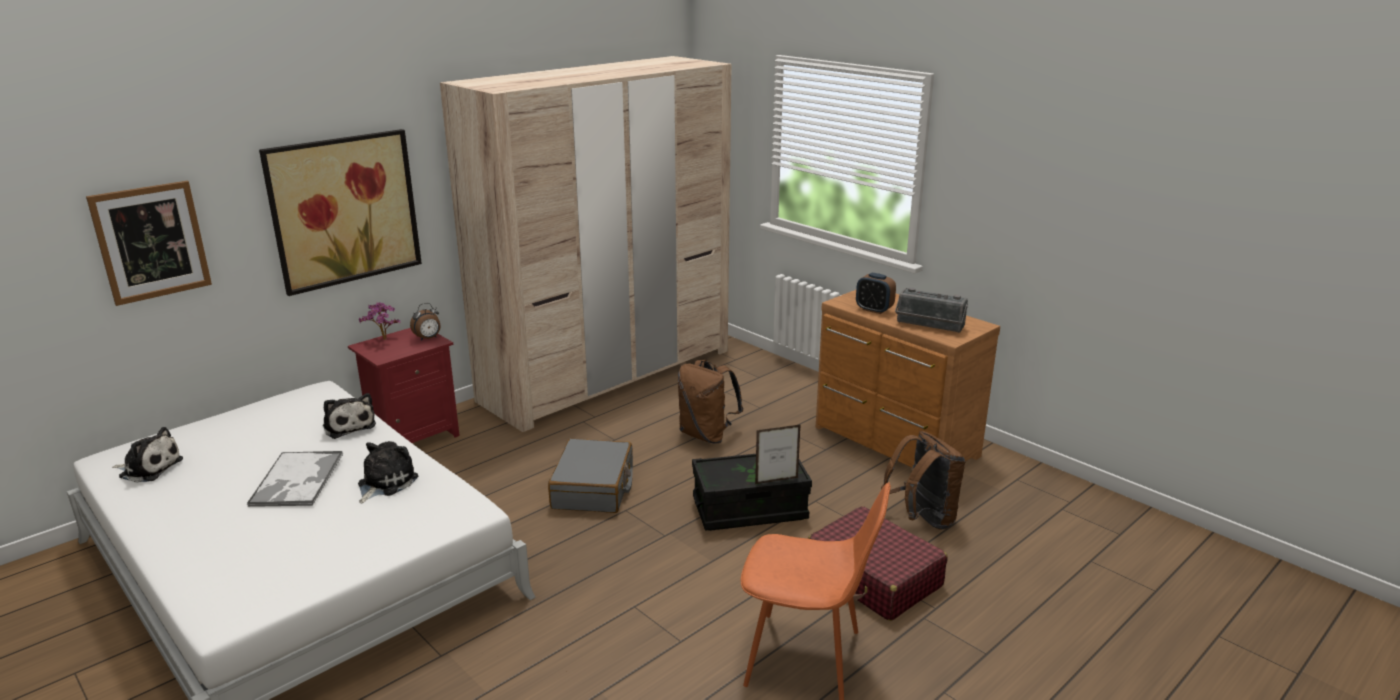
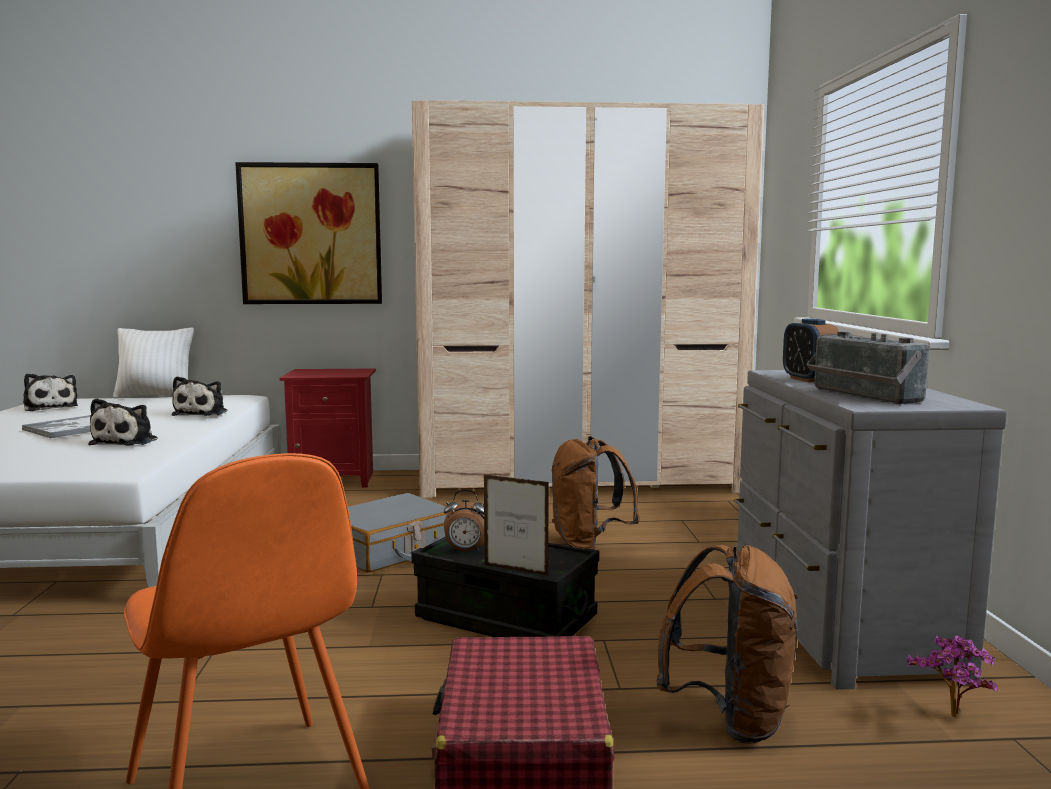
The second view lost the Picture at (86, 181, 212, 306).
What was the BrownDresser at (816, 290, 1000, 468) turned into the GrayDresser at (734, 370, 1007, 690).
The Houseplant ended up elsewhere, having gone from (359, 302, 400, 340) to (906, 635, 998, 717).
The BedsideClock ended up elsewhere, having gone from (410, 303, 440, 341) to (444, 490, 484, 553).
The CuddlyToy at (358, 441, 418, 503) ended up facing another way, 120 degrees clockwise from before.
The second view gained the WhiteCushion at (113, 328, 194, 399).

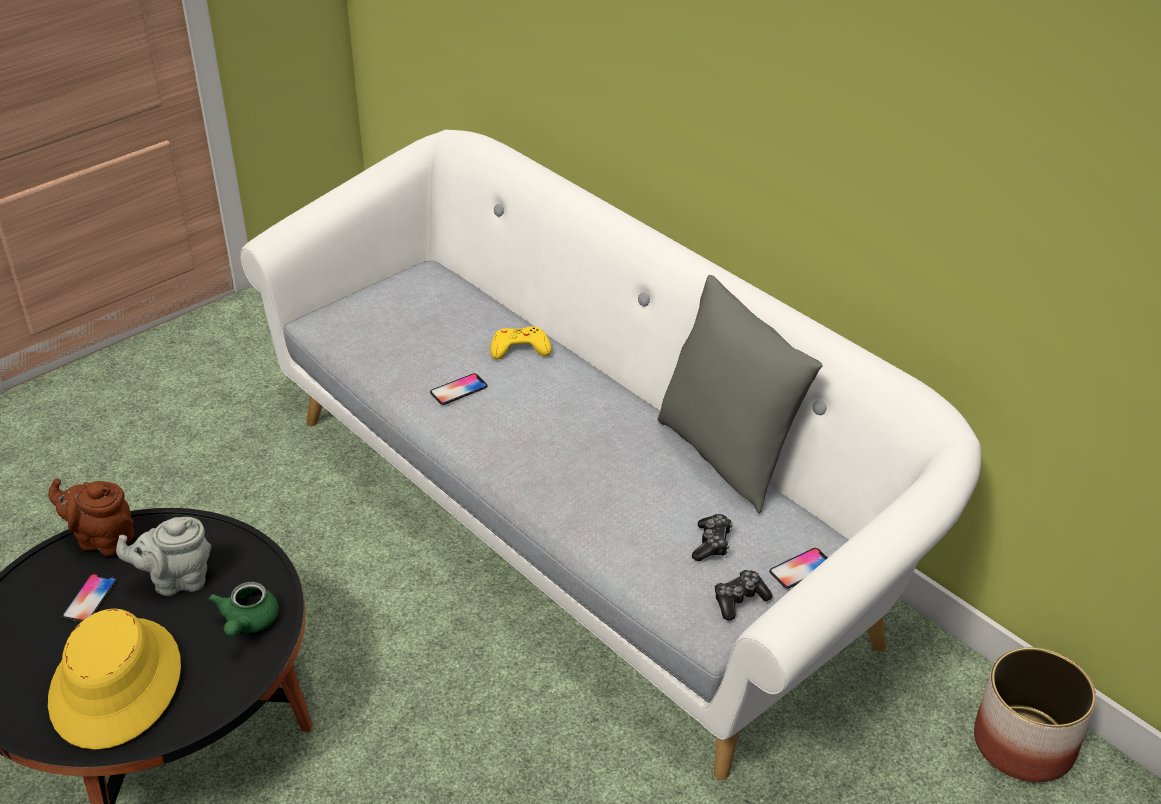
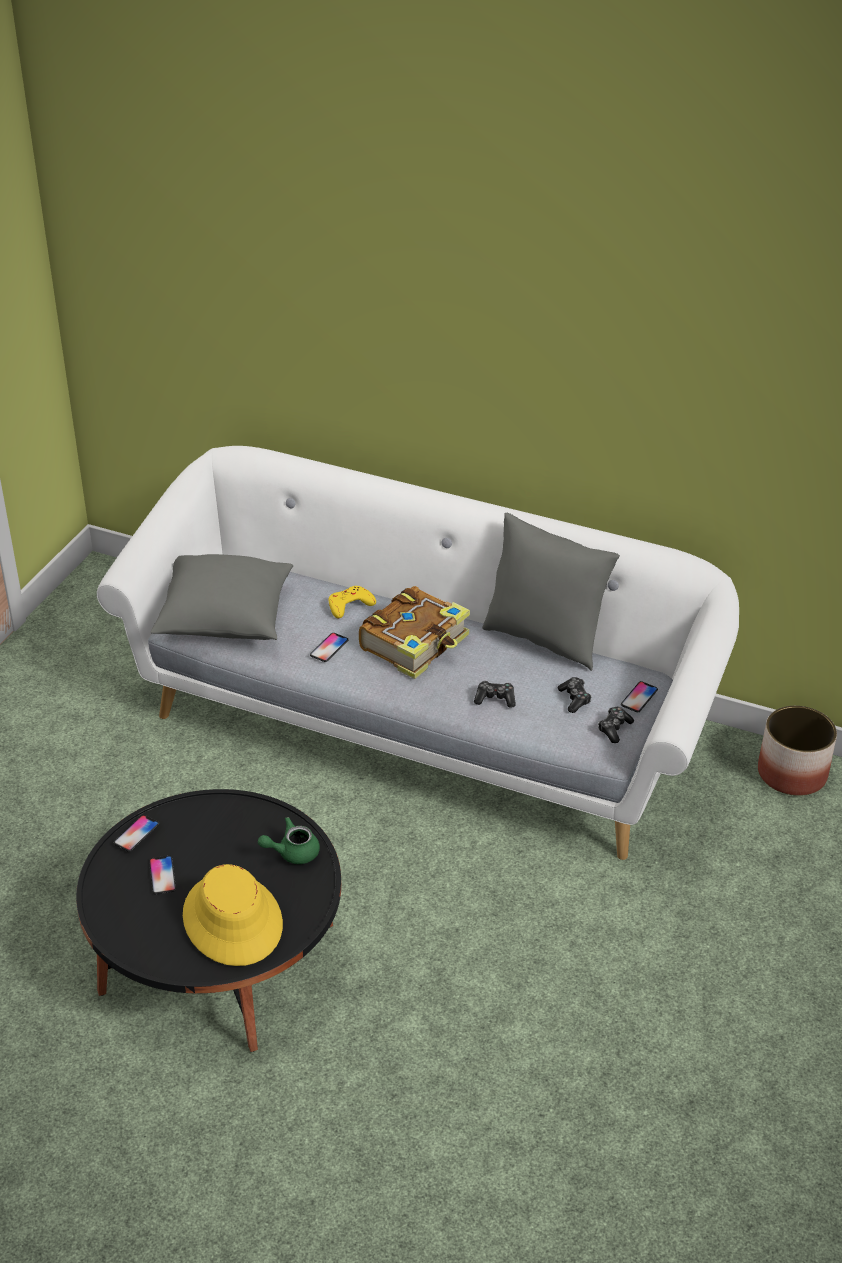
Where the BrownPotForTea stood at (48, 478, 135, 556), the Telephone came to stand at (113, 815, 159, 852).
The second view lost the GrayPotForTea at (116, 517, 211, 596).
The GreenishPotForTea at (209, 582, 279, 637) ended up facing another way, 90 degrees clockwise from before.
The second view gained the GrayCushion at (150, 554, 293, 640).
The second view gained the Volume at (359, 586, 470, 679).
The second view gained the Gamepad at (474, 681, 516, 708).

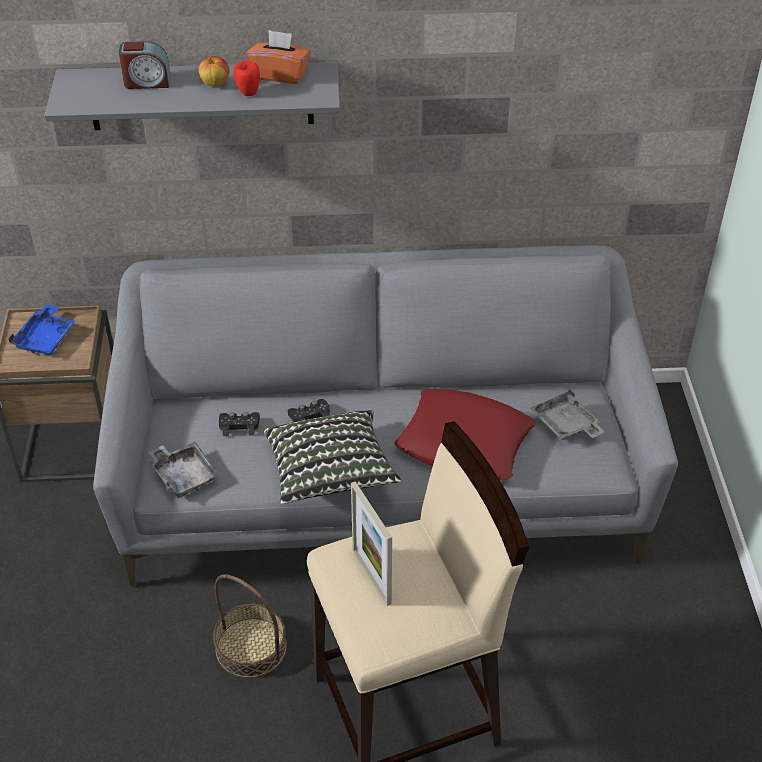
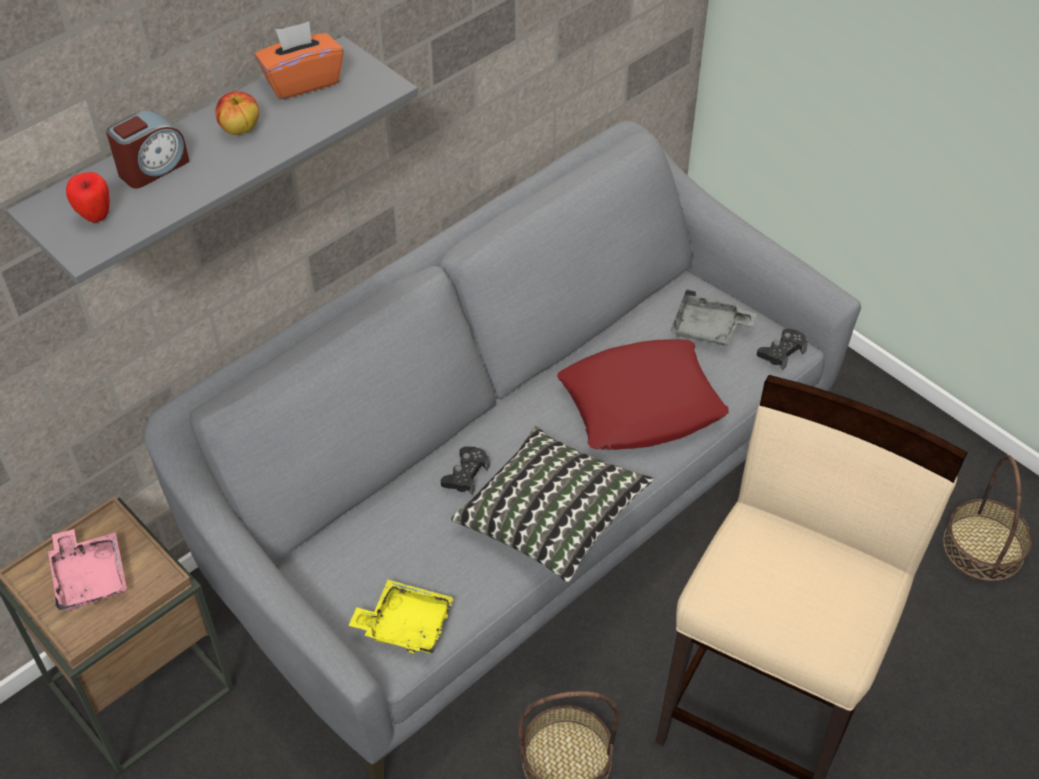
The AppleFruit ended up elsewhere, having gone from (233, 61, 260, 96) to (66, 172, 110, 222).
What was the BlueServingTray at (8, 304, 75, 355) turned into the PinkishServingTray at (48, 529, 127, 611).
The BlackishGamepad ended up elsewhere, having gone from (219, 412, 260, 436) to (757, 328, 808, 370).
What was the GrayServingTray at (148, 442, 220, 498) turned into the YellowServingTray at (348, 580, 454, 653).
The second view lost the PictureFrame at (351, 481, 392, 606).
The second view gained the Basket at (943, 455, 1032, 581).

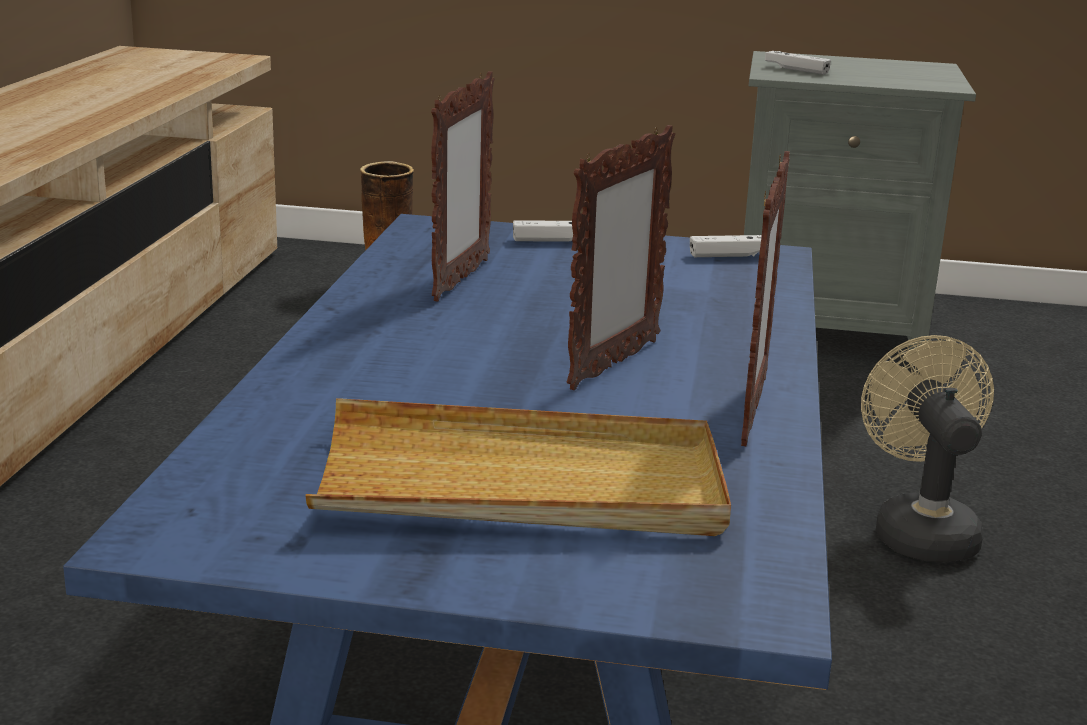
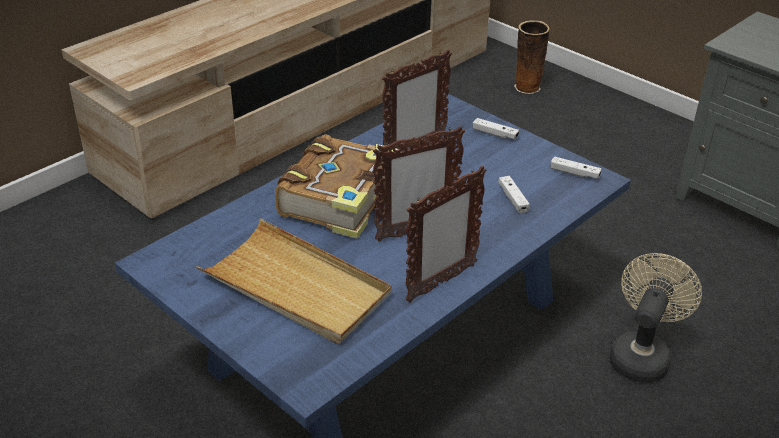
The WhiteGamepad ended up elsewhere, having gone from (765, 51, 831, 75) to (498, 176, 530, 213).
The second view gained the Volume at (275, 134, 398, 239).

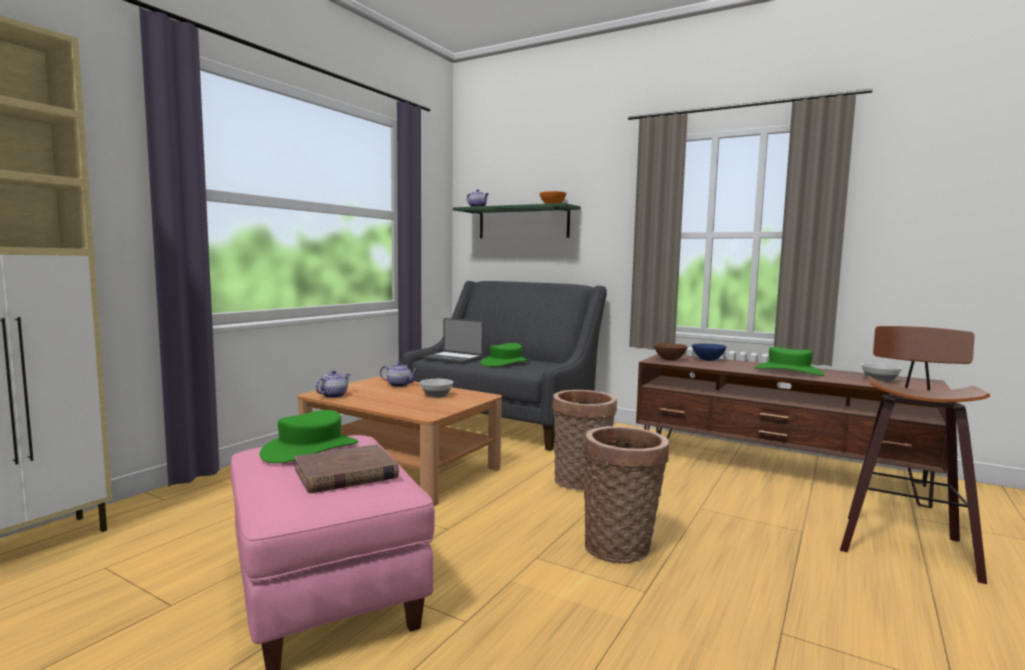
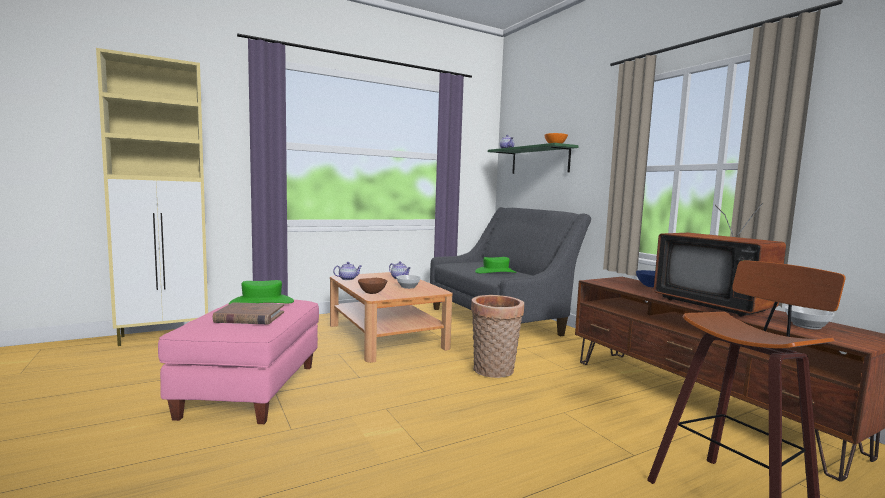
The second view lost the Laptop at (423, 318, 484, 364).
The BrownDeepDish ended up elsewhere, having gone from (654, 343, 688, 361) to (358, 278, 387, 294).
Where the GreenishWearableHat stood at (755, 346, 825, 376), the Television came to stand at (654, 203, 786, 317).
The second view lost the Basket at (583, 426, 669, 563).

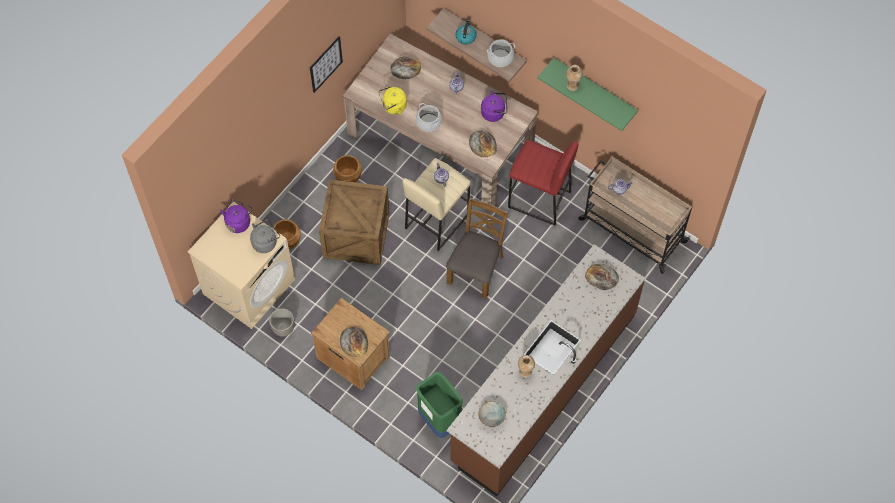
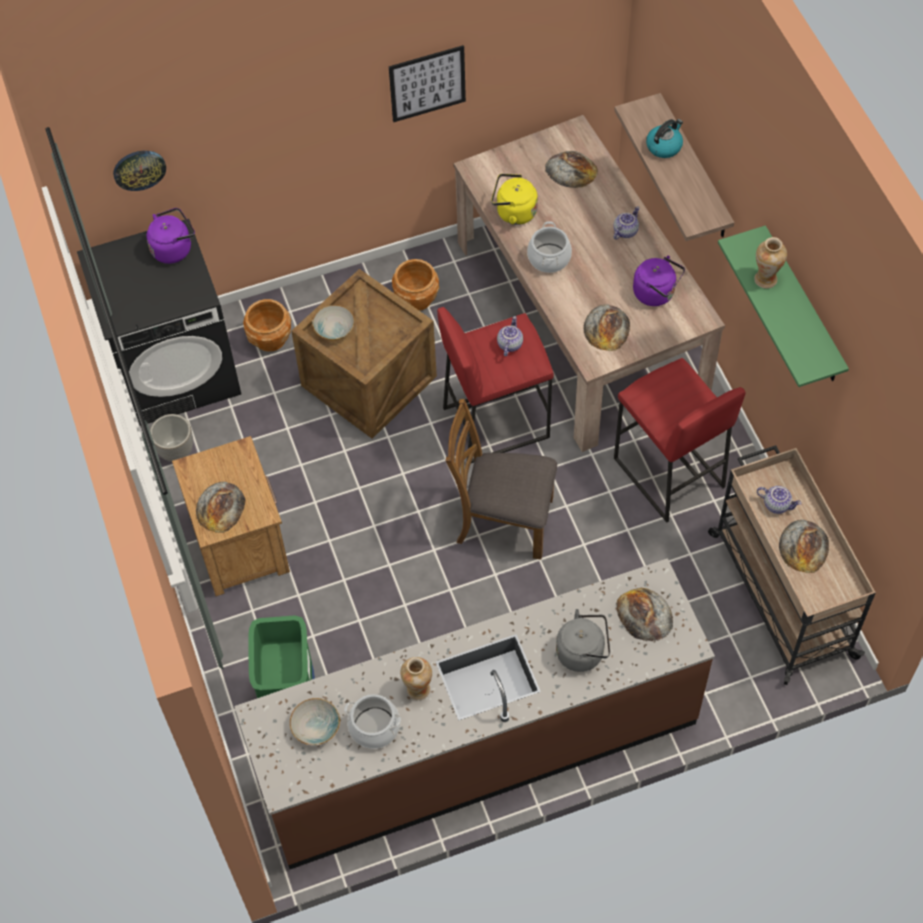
The Stockpot ended up elsewhere, having gone from (487, 40, 515, 67) to (344, 694, 401, 749).
What was the SandColouredStool at (402, 158, 471, 251) turned into the RedColouredStool at (437, 307, 554, 463).
The BrownChair at (446, 197, 508, 299) ended up facing another way, 135 degrees counterclockwise from before.
What was the SandColouredLaundryMachine at (188, 201, 295, 329) turned into the BlackishLaundryMachine at (77, 219, 241, 426).
The GrayTeaKettle ended up elsewhere, having gone from (250, 219, 280, 253) to (556, 609, 610, 672).
The second view gained the WallClock at (113, 151, 166, 191).
The second view gained the DeepDish at (312, 305, 355, 340).
The second view gained the BakeryBread at (779, 520, 829, 573).

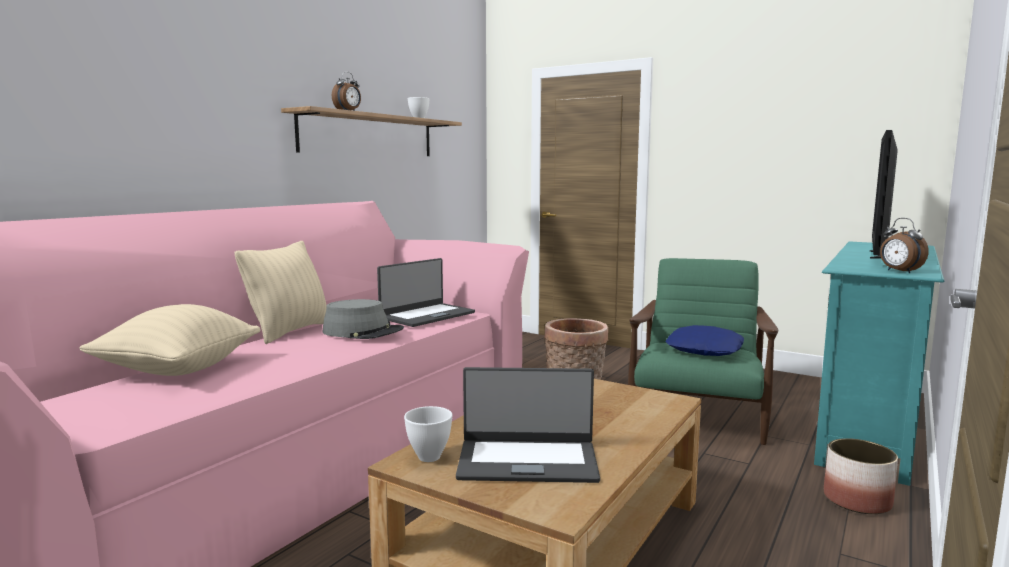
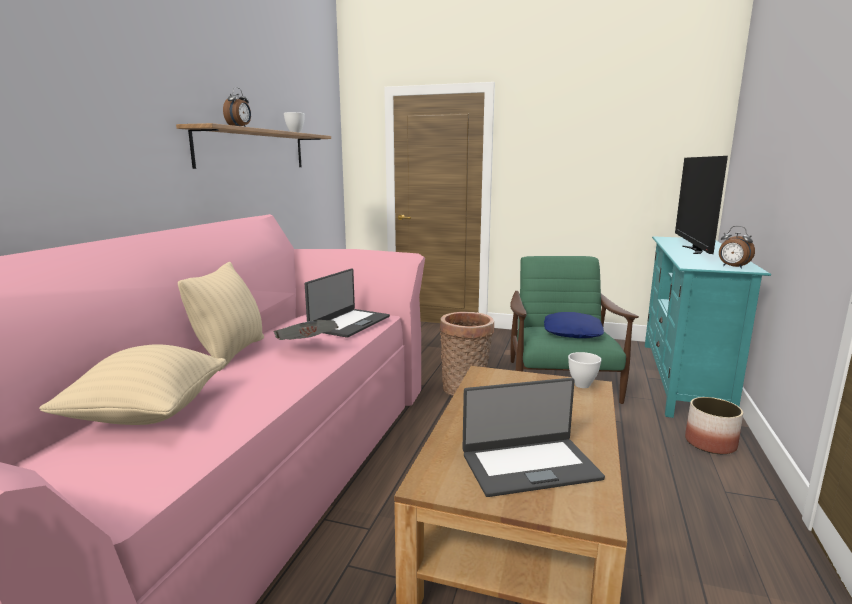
Where the GrayWearableHat stood at (322, 299, 404, 339), the Newspaper came to stand at (273, 320, 338, 340).
The WhiteDeepDish ended up elsewhere, having gone from (404, 406, 453, 462) to (568, 352, 601, 388).

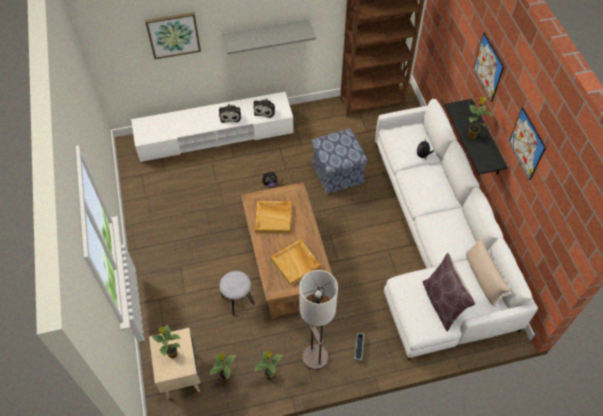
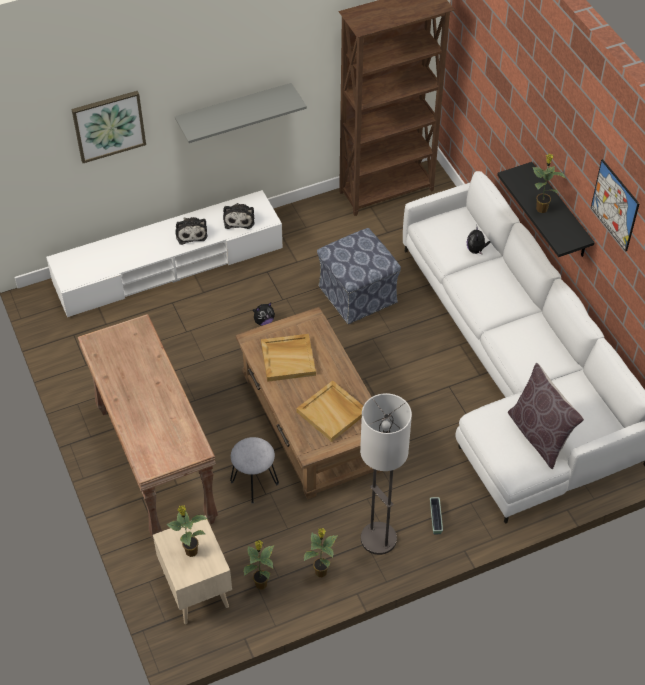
The second view lost the Picture at (473, 33, 504, 102).
The second view lost the SandColouredCushion at (466, 238, 511, 307).
The second view gained the BrownConsoleTable at (78, 314, 218, 540).

